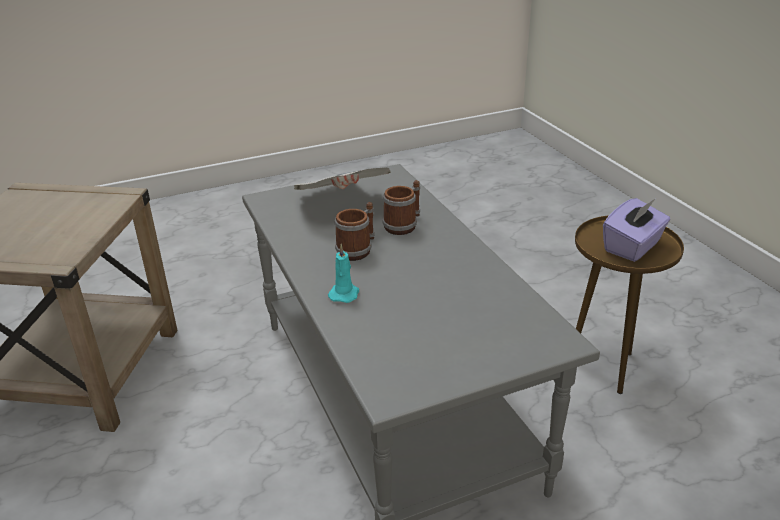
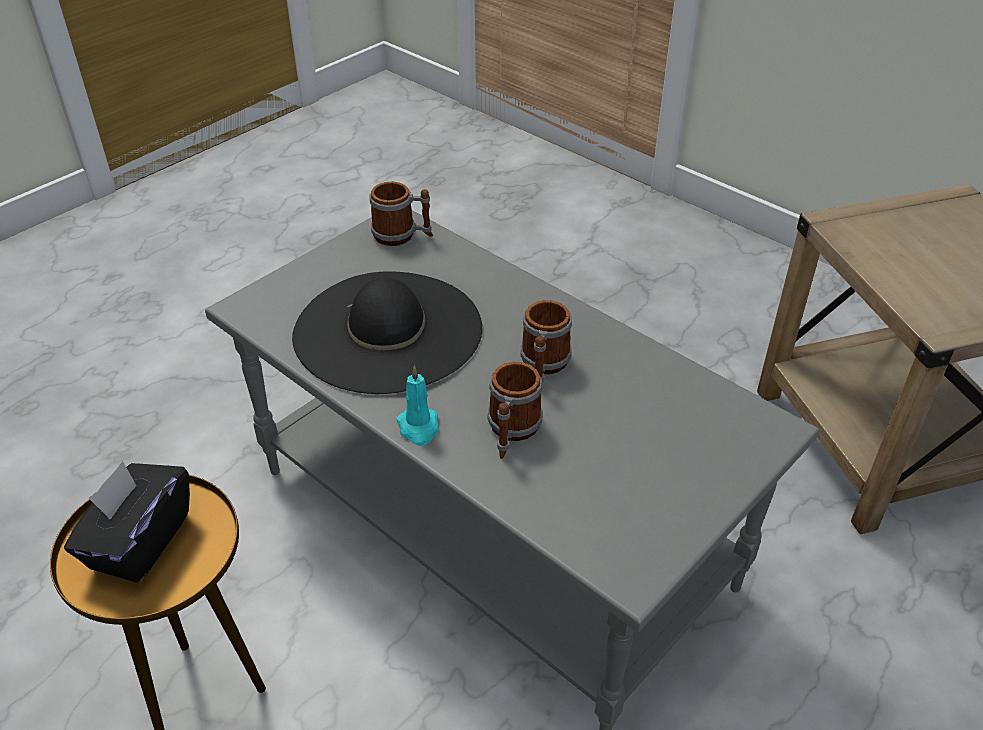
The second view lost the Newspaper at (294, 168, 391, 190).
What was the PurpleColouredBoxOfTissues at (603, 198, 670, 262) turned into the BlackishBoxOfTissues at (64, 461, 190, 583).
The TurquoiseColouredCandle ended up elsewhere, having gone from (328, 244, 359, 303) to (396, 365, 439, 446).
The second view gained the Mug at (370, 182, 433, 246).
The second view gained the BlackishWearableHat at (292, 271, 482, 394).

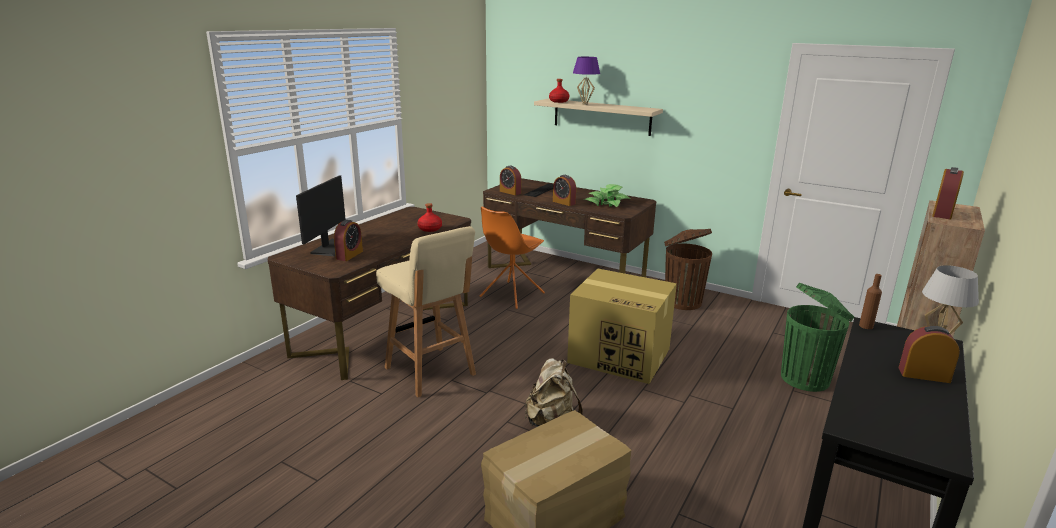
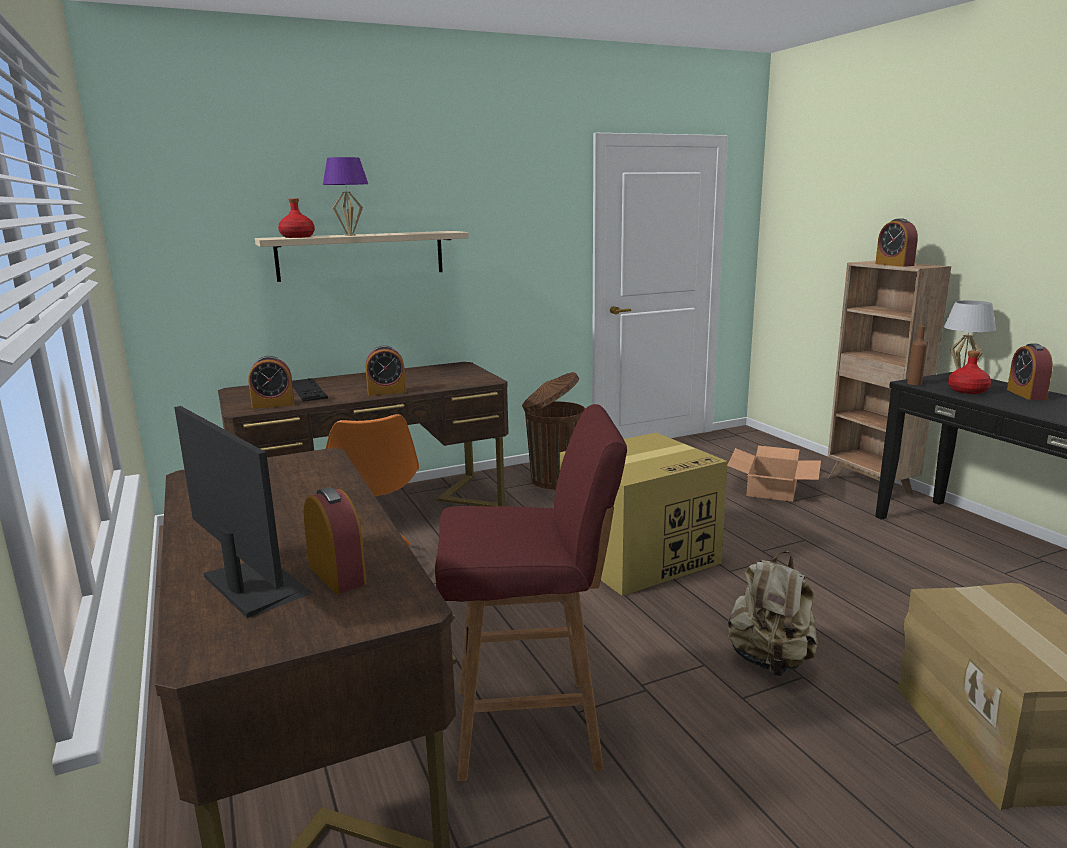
The second view lost the Houseplant at (584, 184, 630, 207).
The RedColouredDrinkBottle ended up elsewhere, having gone from (418, 203, 442, 232) to (948, 351, 991, 394).
What was the SandColouredStool at (376, 226, 476, 397) turned into the RedColouredStool at (435, 404, 627, 781).
Where the GreenishRubbishBin stood at (781, 282, 854, 392), the PackingBox came to stand at (727, 445, 821, 502).
The BedsideClock at (899, 326, 960, 383) ended up facing another way, 45 degrees counterclockwise from before.

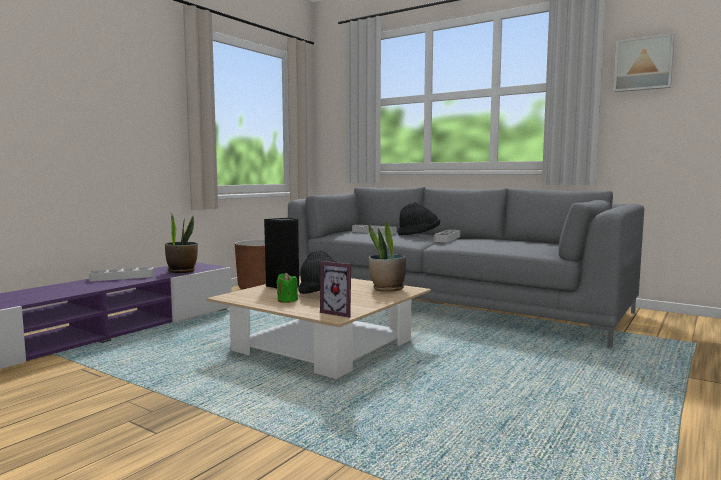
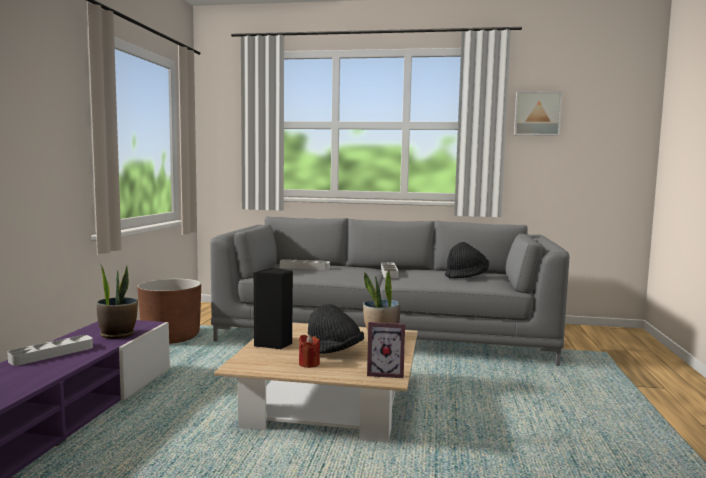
The BlackishWearableHat ended up elsewhere, having gone from (398, 202, 440, 235) to (445, 242, 489, 278).
What was the GreenishCandle at (276, 273, 298, 303) turned into the RedColouredCandle at (299, 334, 320, 368).

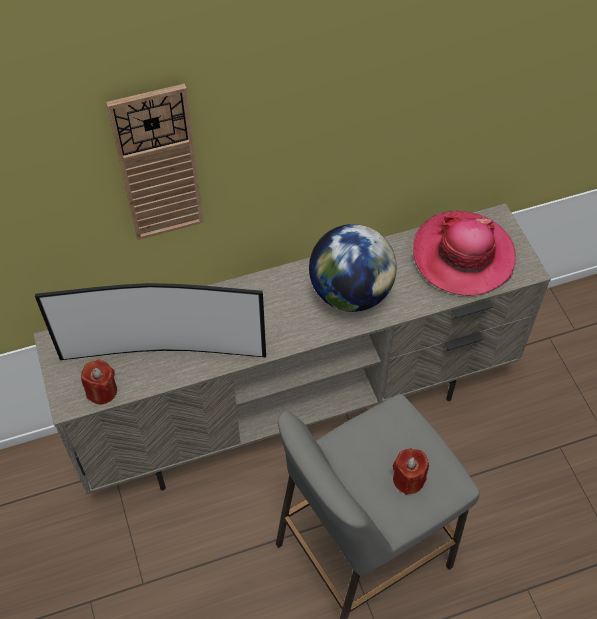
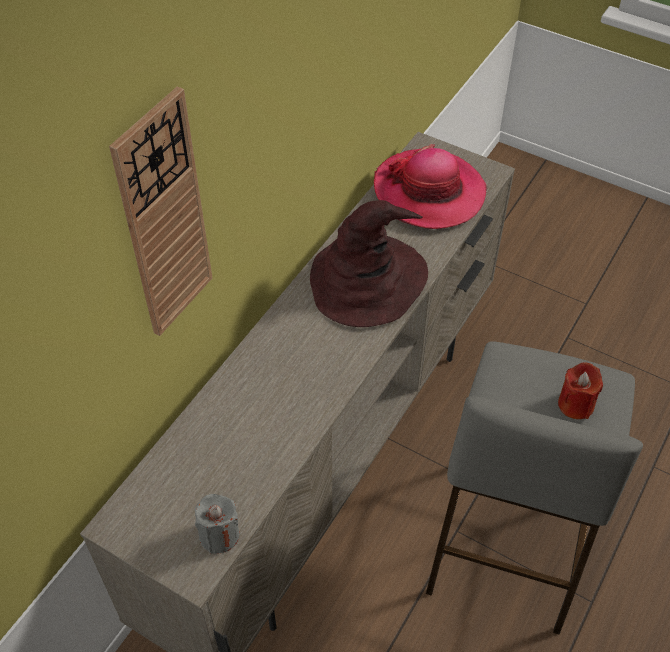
Where the Globe stood at (309, 224, 397, 312), the BrownWearableHat came to stand at (310, 200, 428, 327).
The second view lost the Television at (35, 283, 266, 360).
What was the RedColouredCandle at (81, 359, 117, 404) turned into the GrayCandle at (195, 494, 239, 554).

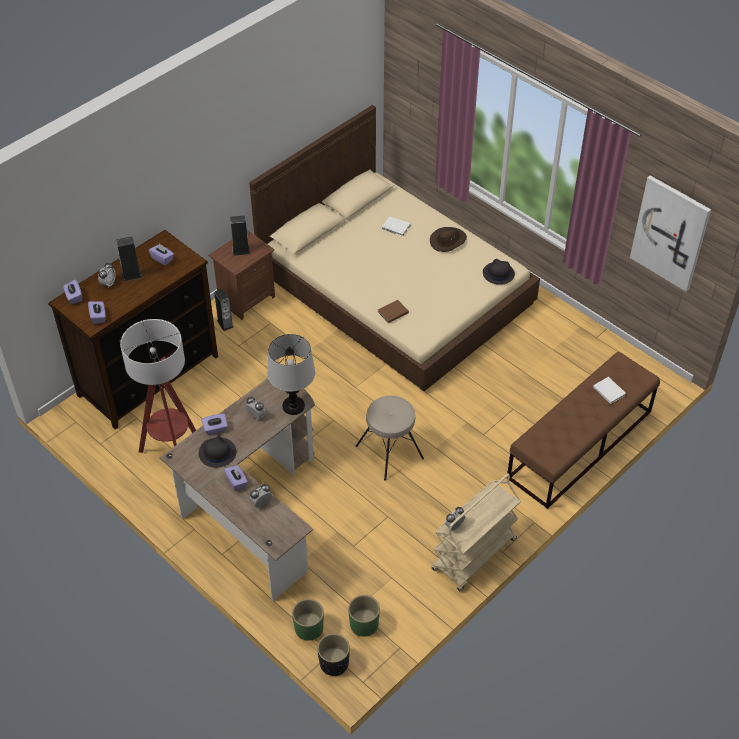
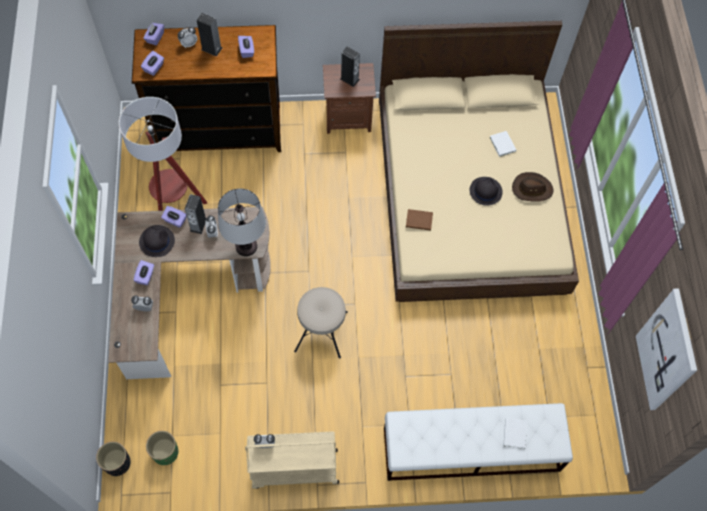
The BlackishWearableHat ended up elsewhere, having gone from (483, 259, 515, 285) to (470, 177, 503, 206).
The Loudspeaker ended up elsewhere, having gone from (214, 289, 234, 331) to (185, 194, 207, 234).
What was the BrownBench at (508, 352, 660, 509) turned into the WhiteBench at (384, 403, 573, 481).
The second view lost the GreenishPlantPot at (292, 599, 324, 641).

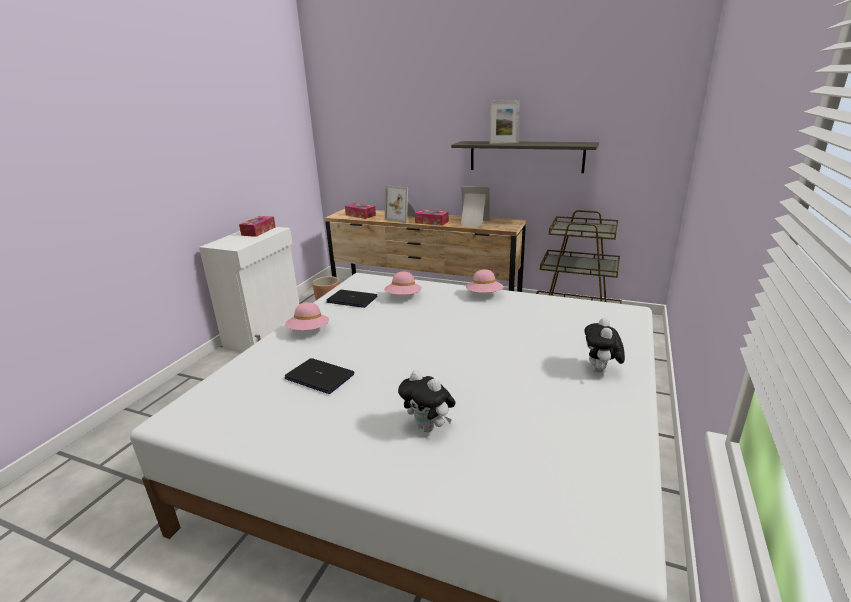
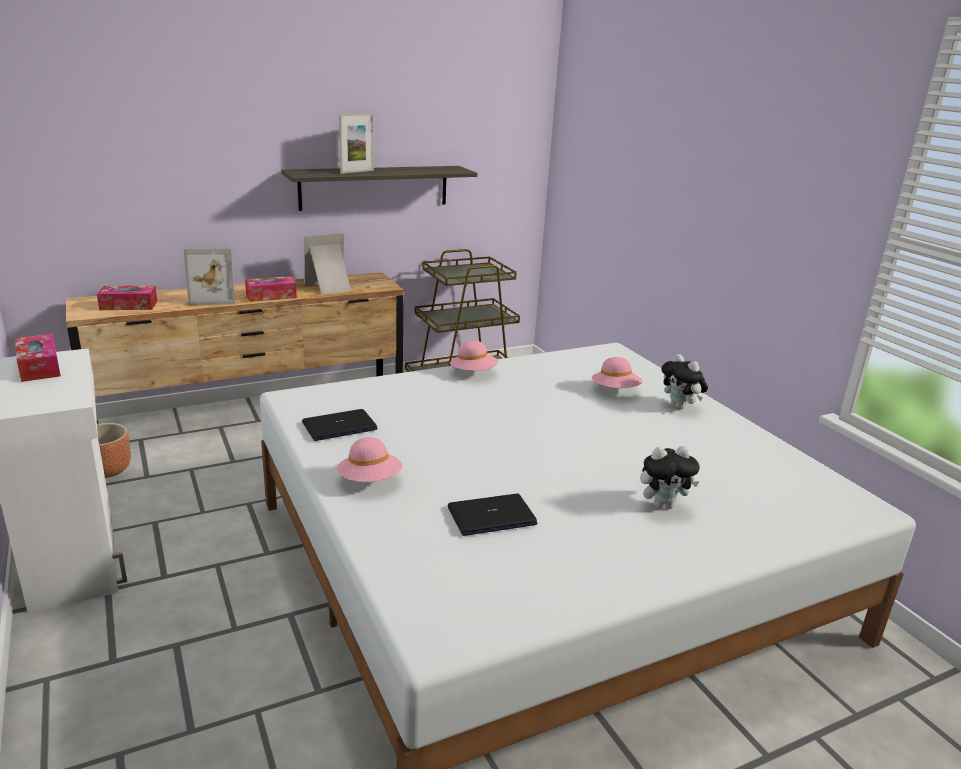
The PinkishWearableHat ended up elsewhere, having gone from (384, 272, 422, 295) to (592, 357, 643, 388).

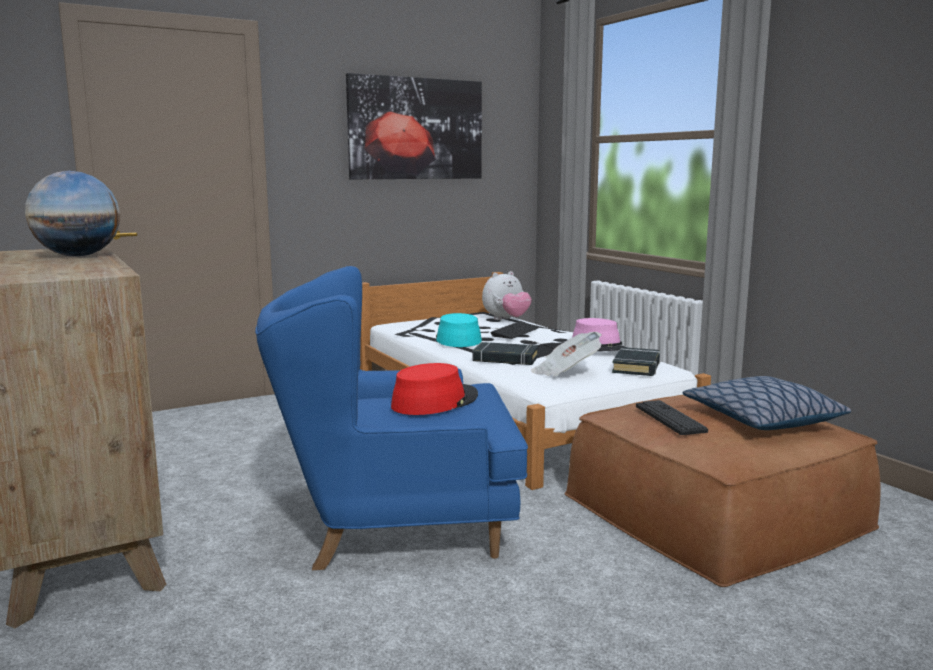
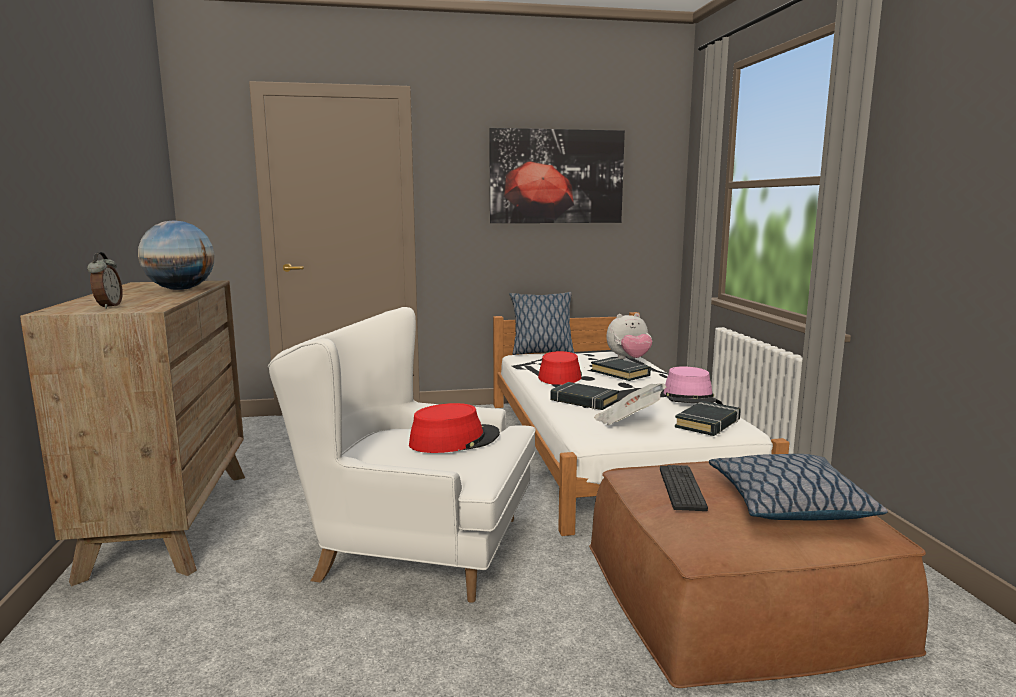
What was the BlueLoungeChair at (255, 266, 528, 570) turned into the WhiteLoungeChair at (268, 307, 536, 603).
What was the TurquoiseColouredWearableHat at (436, 313, 482, 347) turned into the RedColouredWearableHat at (538, 351, 582, 385).
Where the Keyboard stood at (490, 321, 538, 339), the BlackishVolume came to stand at (591, 357, 651, 381).
The second view gained the BedsideClock at (87, 252, 123, 309).
The second view gained the Cushion at (509, 292, 574, 355).

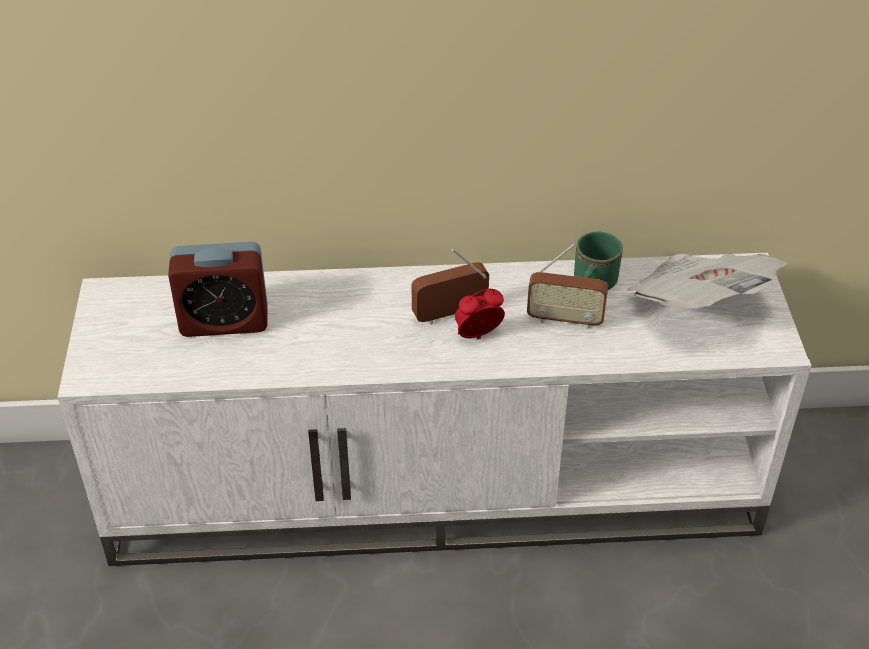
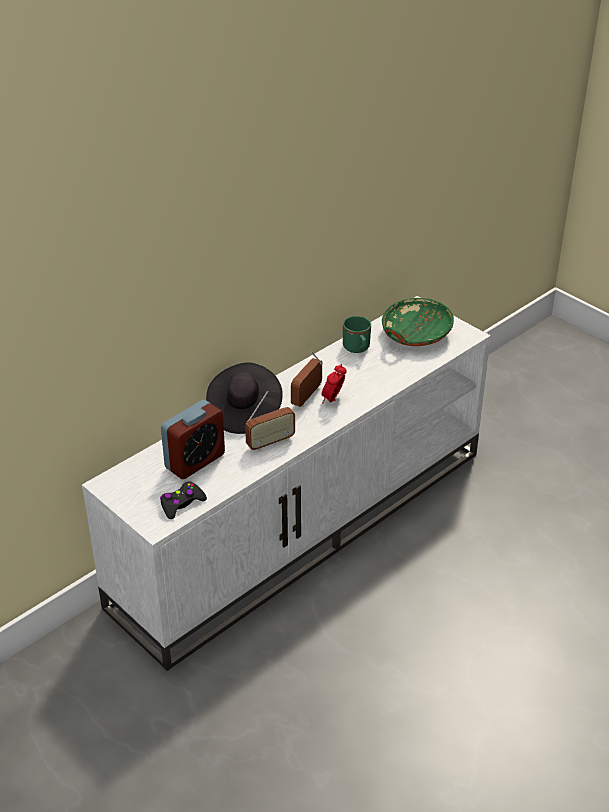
The RadioReceiver ended up elsewhere, having gone from (527, 243, 608, 329) to (245, 391, 295, 451).
Where the Newspaper stood at (627, 254, 788, 308), the GreenishDeepDish came to stand at (382, 298, 454, 346).
The second view gained the BlackishWearableHat at (206, 362, 283, 434).
The second view gained the BlackishGamepad at (160, 481, 207, 519).

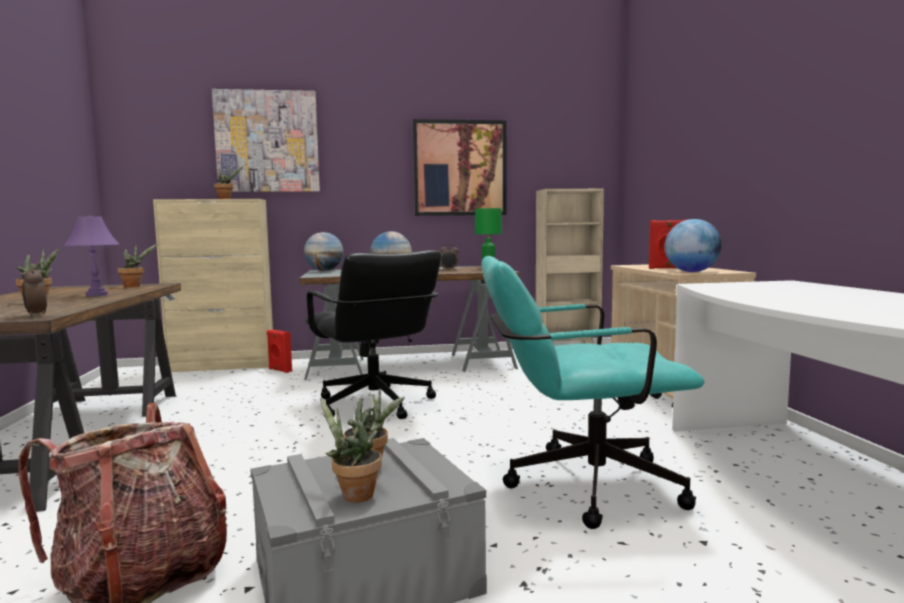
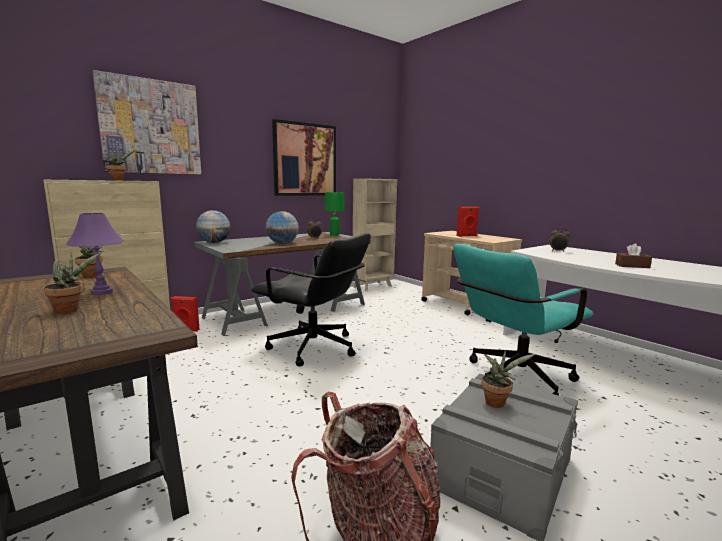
The second view lost the Globe at (665, 219, 722, 272).
The BedsideClock ended up elsewhere, having gone from (22, 264, 47, 317) to (550, 228, 570, 252).
The second view lost the Houseplant at (320, 398, 382, 503).
The second view gained the BrownBoxOfTissues at (615, 243, 652, 268).

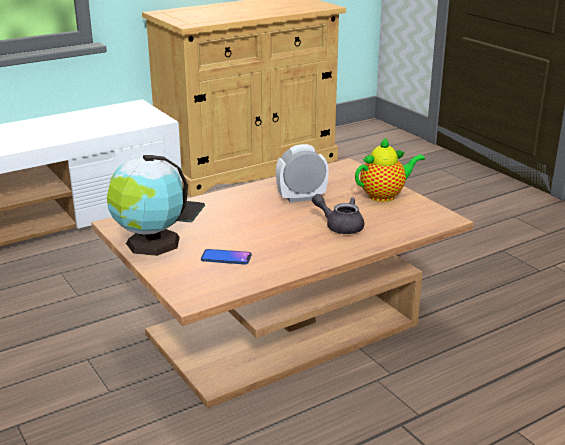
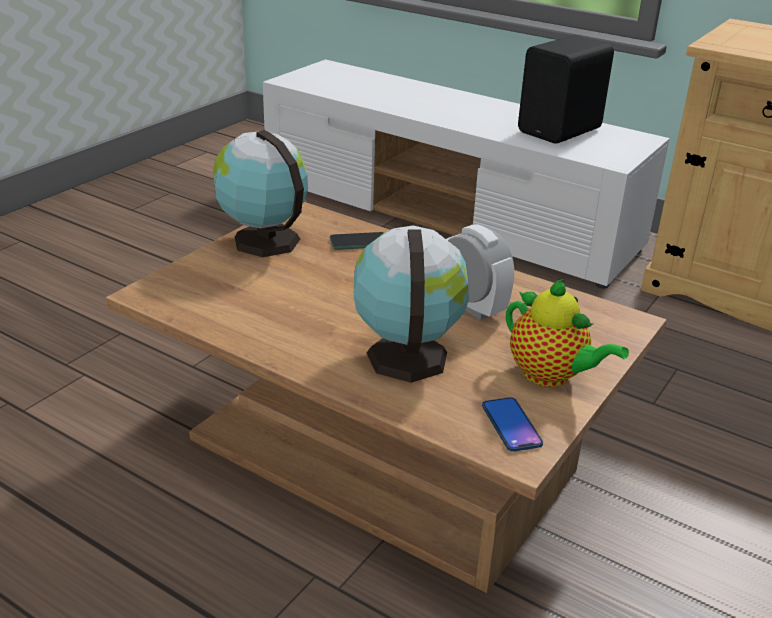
Where the GrayPotForTea stood at (312, 194, 364, 234), the Globe came to stand at (353, 226, 469, 383).
The Telephone ended up elsewhere, having gone from (201, 249, 251, 264) to (482, 397, 543, 452).
The second view gained the BlackishLoudspeaker at (518, 35, 614, 144).

